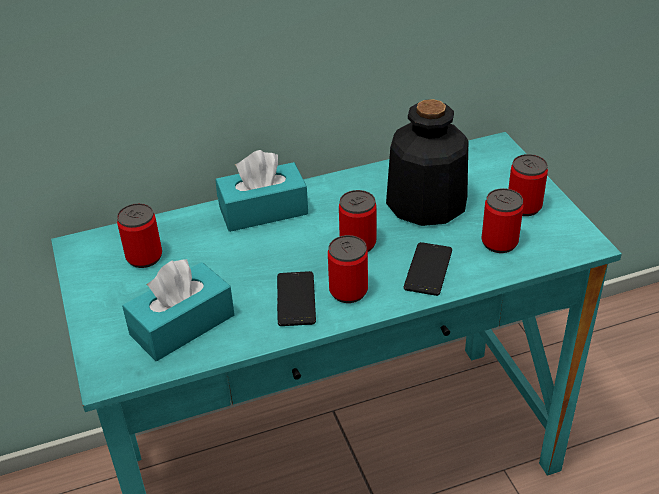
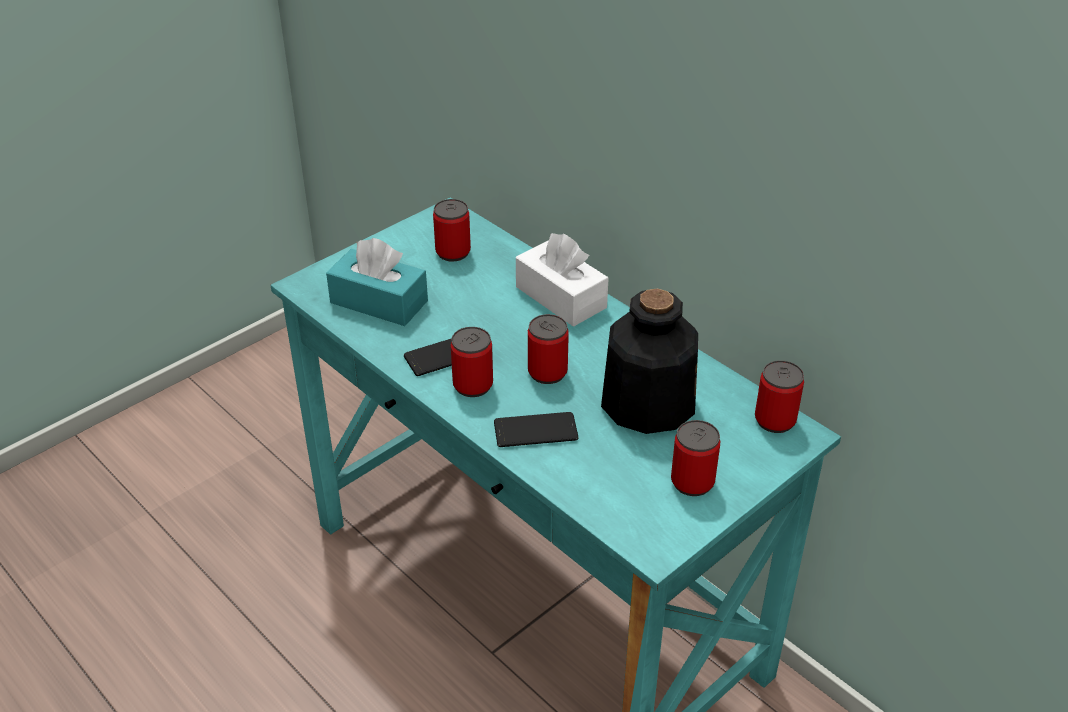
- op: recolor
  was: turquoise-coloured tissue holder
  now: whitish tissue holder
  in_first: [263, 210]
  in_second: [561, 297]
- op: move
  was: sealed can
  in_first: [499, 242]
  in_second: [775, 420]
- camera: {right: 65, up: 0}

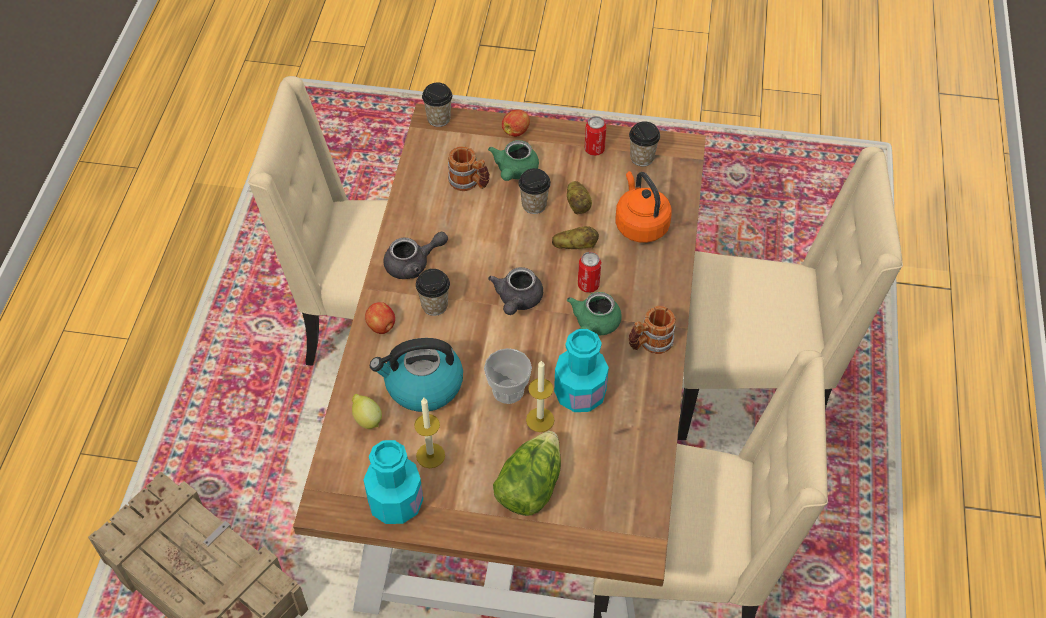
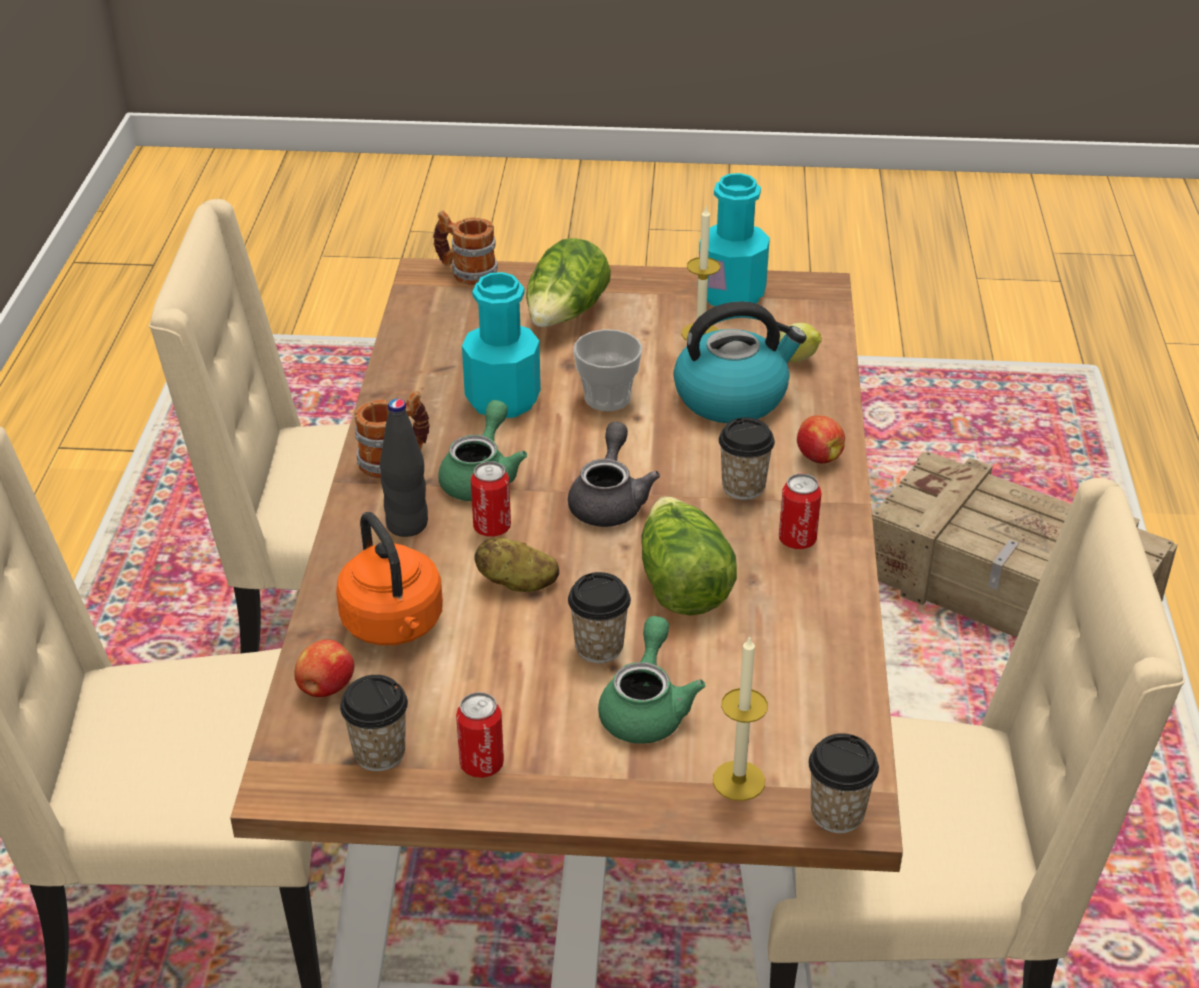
- op: move
  was: whole apple
  in_first: [516, 131]
  in_second: [325, 688]
- op: insert
  now: black-coloured bottle
  in_second: [407, 525]
- op: move
  was: coffee mug
  in_first: [469, 183]
  in_second: [466, 271]
- op: insert
  now: lettuce
  in_second: [681, 583]
- op: move
  was: candle
  in_first: [540, 420]
  in_second: [738, 780]
- op: replace
  was: gray tea pot
  now: sealed can
  in_first: [413, 264]
  in_second: [797, 540]
- op: delete
  was: potato
  in_first: [578, 205]
- camera: {right: 175, up: -15}

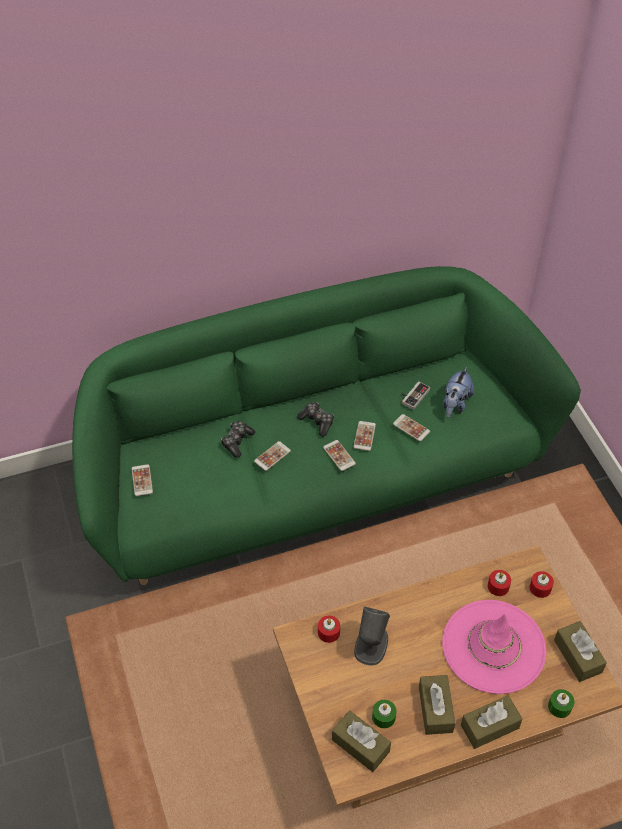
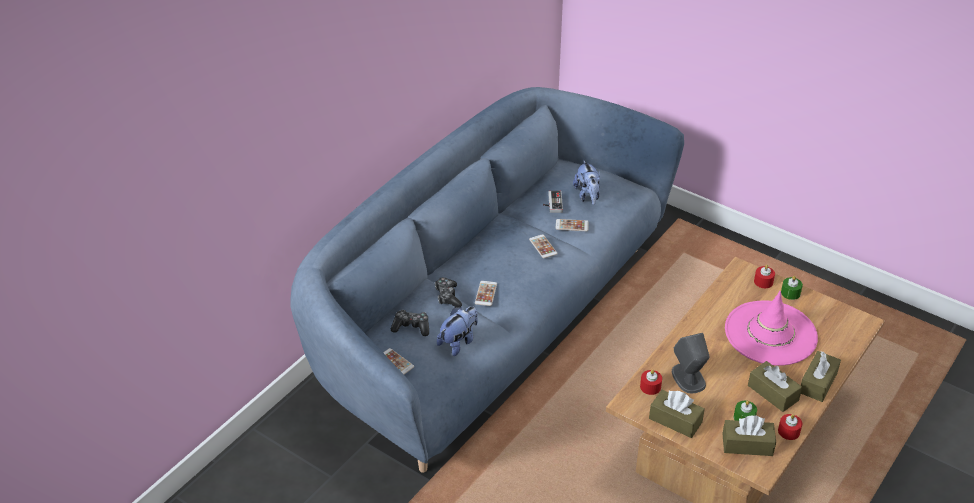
- op: recolor
  was: green settee
  now: blue settee
  in_first: [311, 477]
  in_second: [488, 325]
- op: move
  was: game controller
  in_first: [317, 422]
  in_second: [411, 327]
- op: insert
  now: plush toy
  in_second: [459, 342]
- op: move
  was: brownish tissue holder
  in_first: [577, 656]
  in_second: [675, 420]
- op: move
  was: red-coloured candle
  in_first: [498, 586]
  in_second: [788, 431]
- op: move
  was: green candle
  in_first: [559, 706]
  in_second: [790, 293]
- op: delete
  was: telephone
  in_first: [339, 455]
- camera: {right: -35, up: -10}

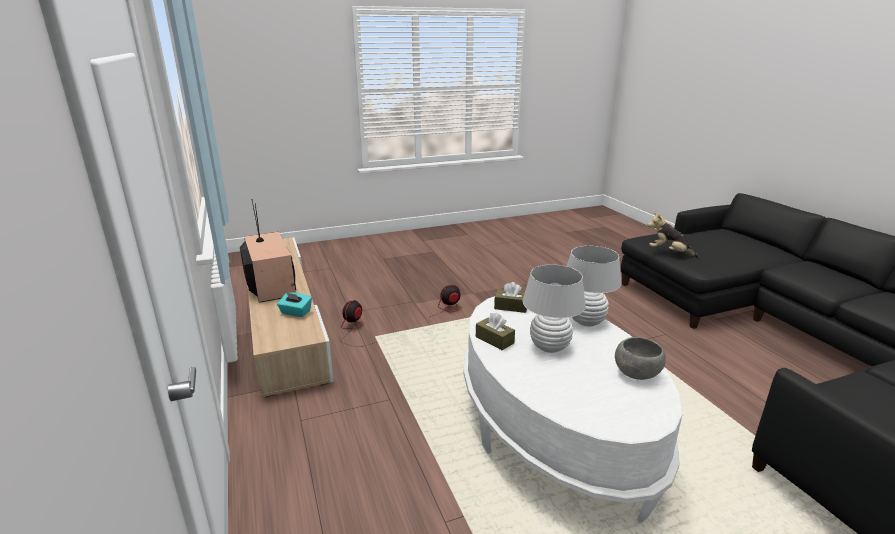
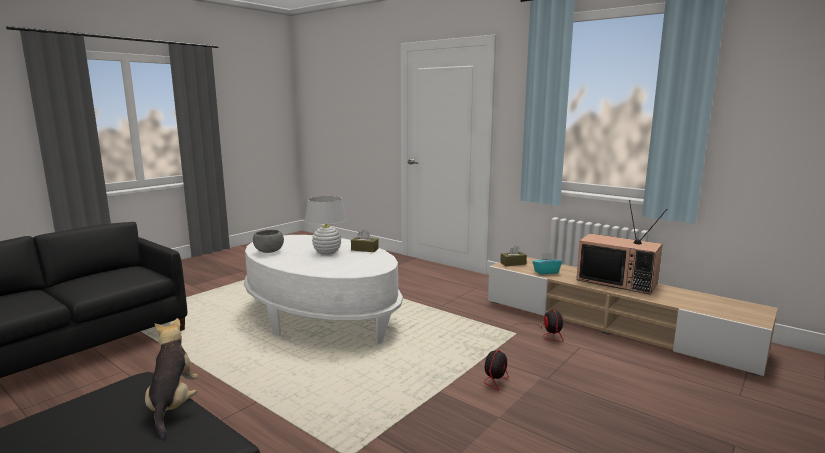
- op: rotate
  was: plush toy
  in_first: [669, 252]
  in_second: [173, 405]
  clockwise: -105
- op: move
  was: brownish tissue holder
  in_first: [511, 307]
  in_second: [513, 263]
- op: delete
  was: whitish table lamp
  in_first: [586, 321]
- camera: {right: 150, up: -10}

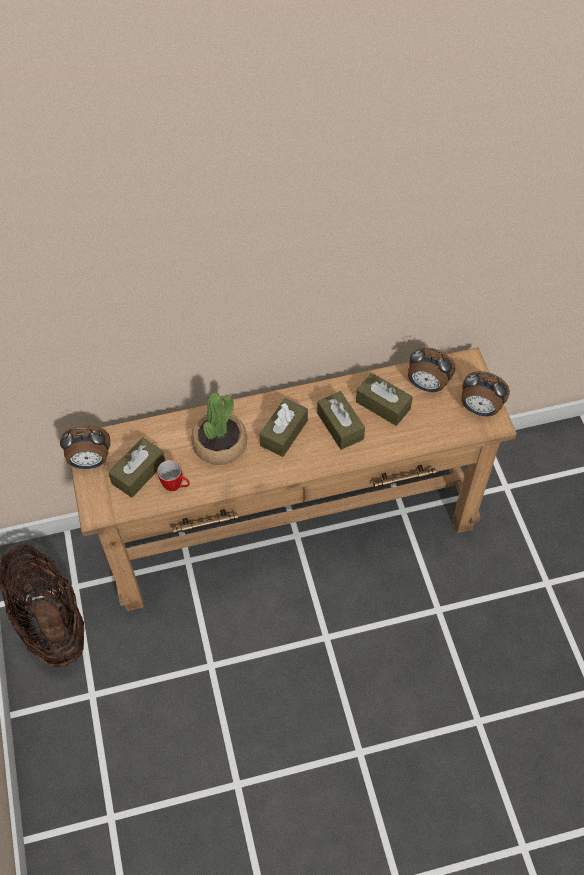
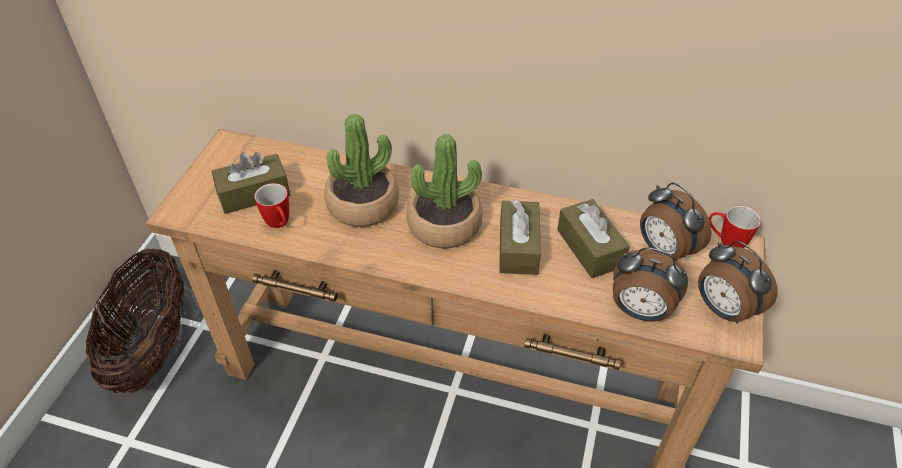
- op: replace
  was: brownish tissue holder
  now: plant in a pot
  in_first: [284, 433]
  in_second: [444, 225]
- op: move
  was: alarm clock
  in_first: [90, 462]
  in_second: [640, 311]
- op: insert
  now: coffee mug
  in_second: [725, 242]
- camera: {right: 30, up: -10}

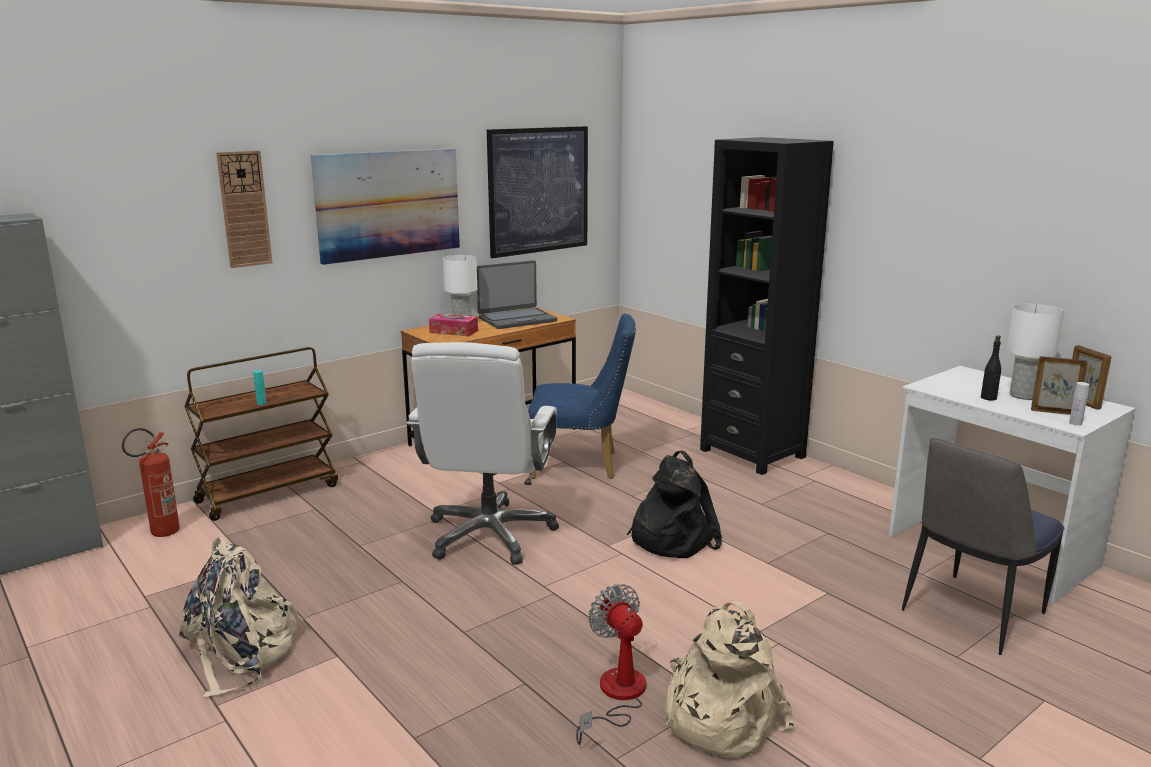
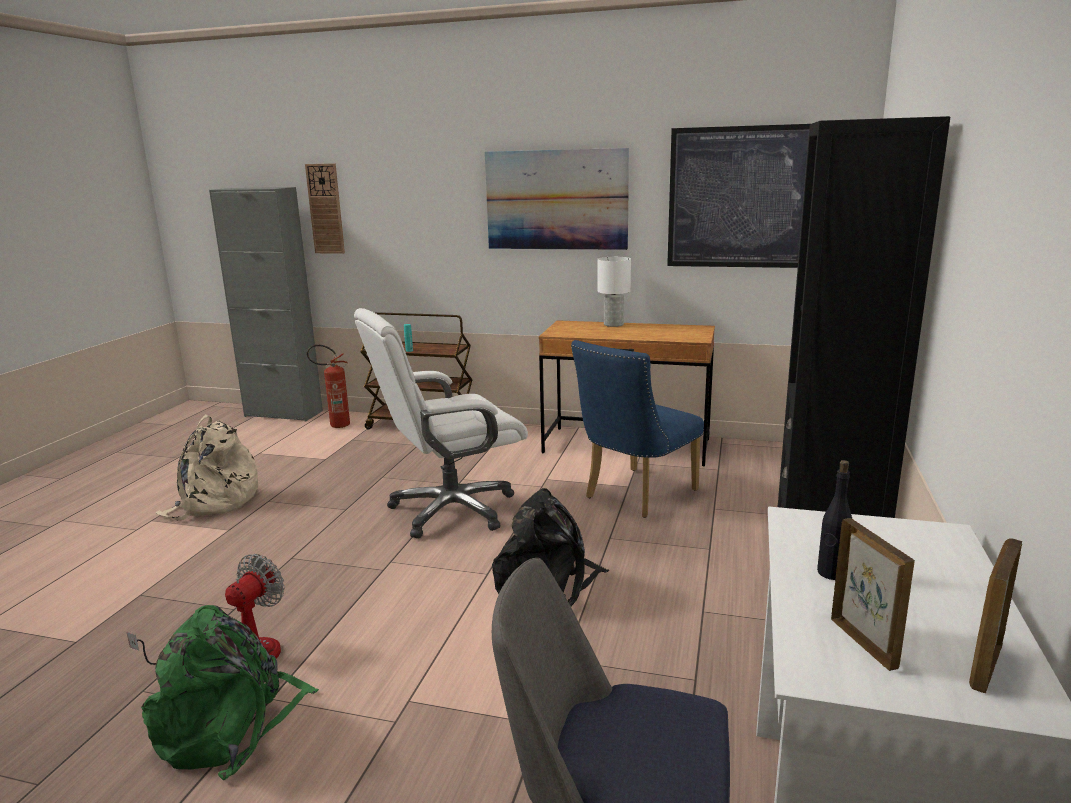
- op: recolor
  was: beige-coloured knapsack
  now: green knapsack
  in_first: [718, 717]
  in_second: [231, 726]
- op: move
  was: clock on the wall
  in_first: [244, 209]
  in_second: [325, 209]
- op: rotate
  was: blue plain chair
  in_first: [582, 465]
  in_second: [634, 496]
  clockwise: 75
- op: delete
  was: tissue holder
  in_first: [453, 331]
- op: delete
  was: notebook computer
  in_first: [517, 319]
- op: delete
  was: whitish table lamp
  in_first: [1024, 395]
- op: delete
  was: whitish bottle
  in_first: [1075, 423]
- camera: {right: 55, up: 0}

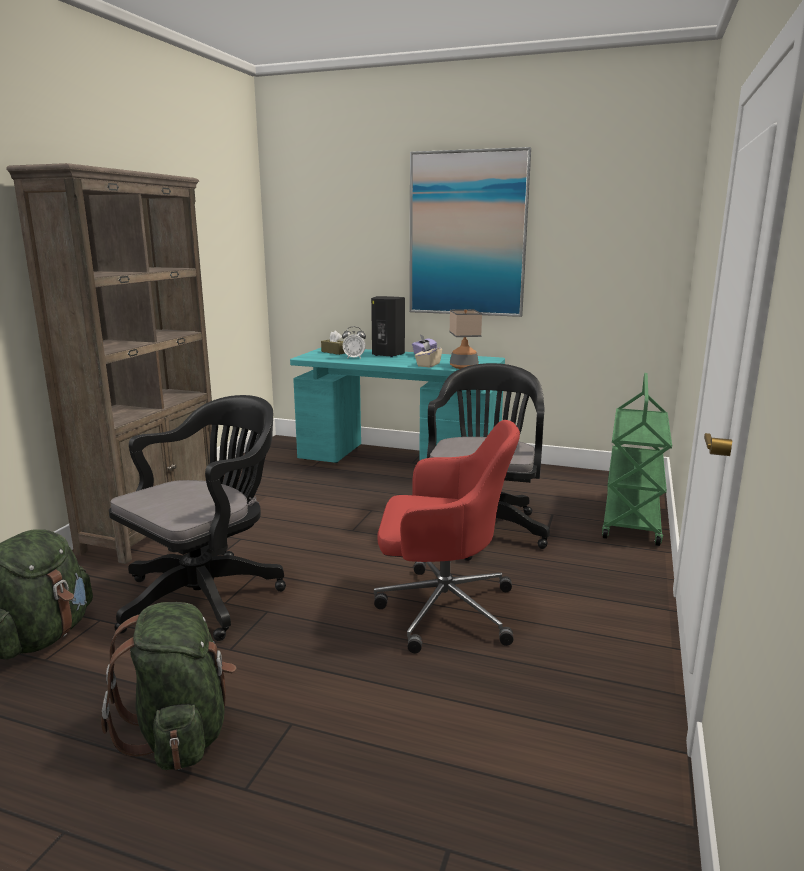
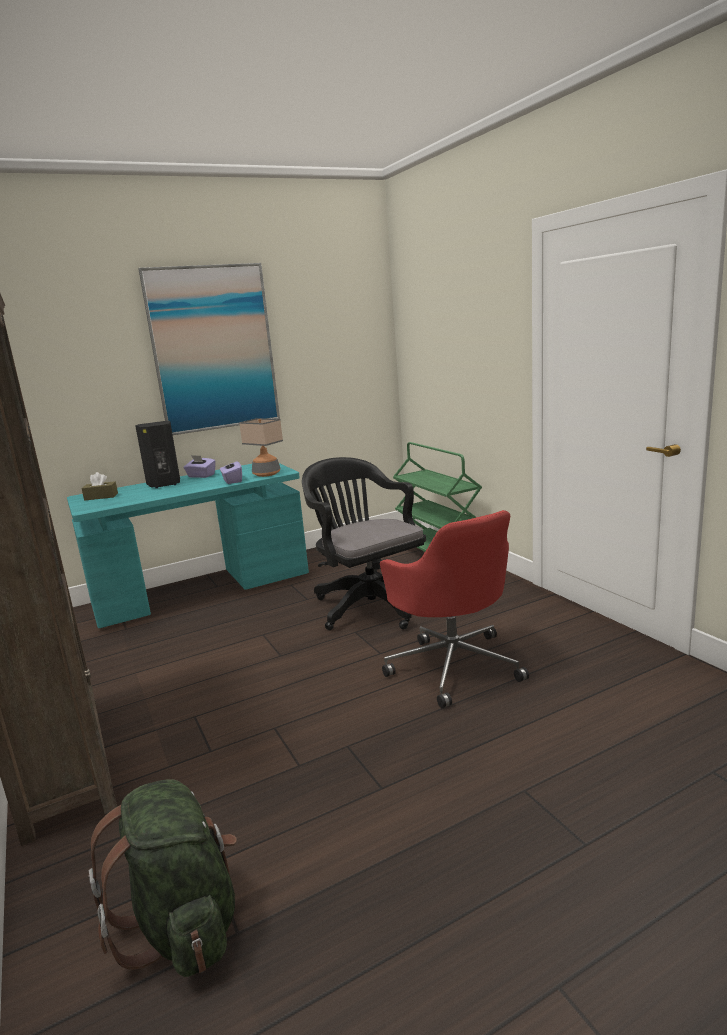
- op: recolor
  was: beige-coloured tissue holder
  now: purplish tissue holder
  in_first: [428, 365]
  in_second: [232, 481]
- op: rotate
  was: red-coloured desk chair
  in_first: [442, 608]
  in_second: [453, 665]
  clockwise: 105
- op: delete
  was: green knapsack
  in_first: [181, 732]
- op: delete
  was: black-coloured desk chair
  in_first: [208, 594]
- op: delete
  was: alarm clock
  in_first: [354, 358]
- camera: {right: -45, up: 0}

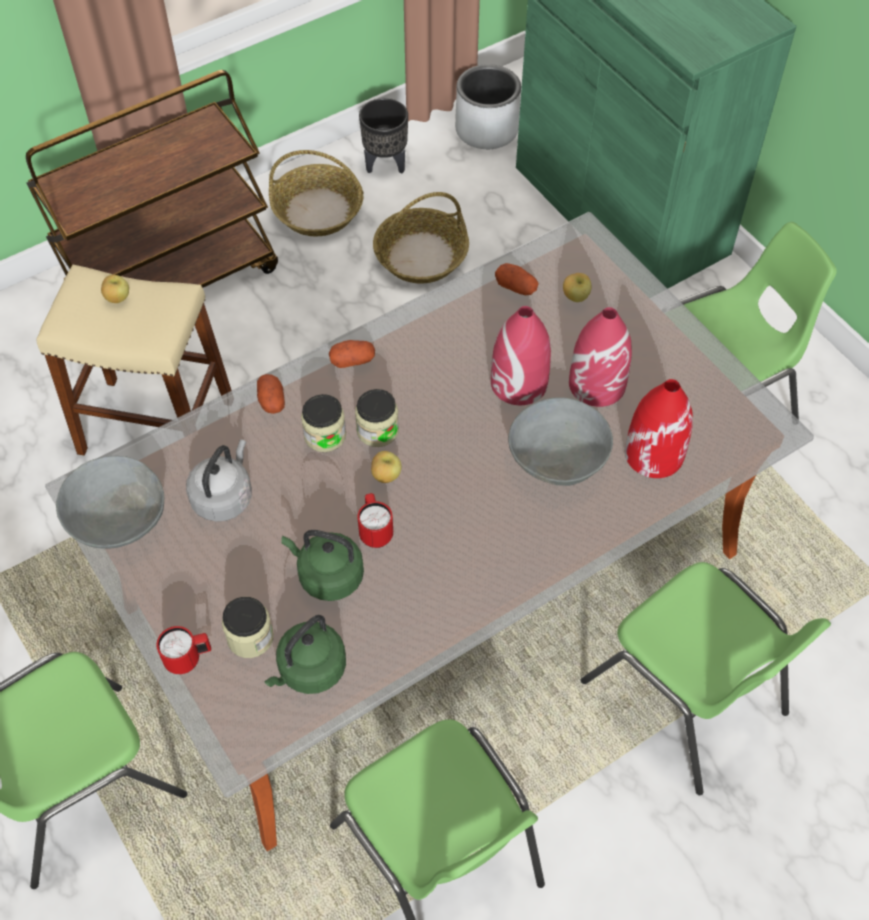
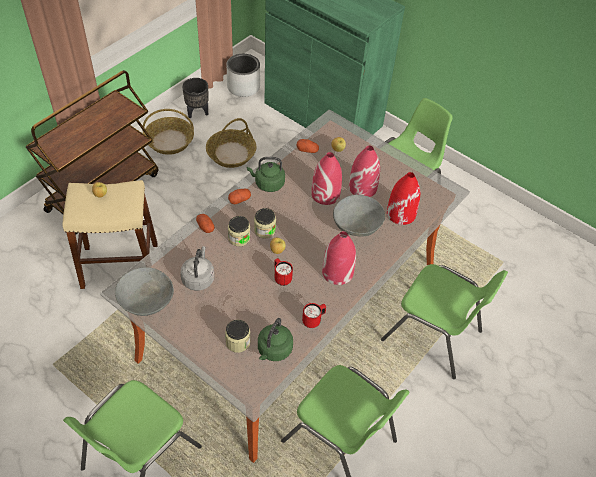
- op: move
  was: green water kettle
  in_first: [327, 576]
  in_second: [268, 184]
- op: move
  was: red-coloured coffee mug
  in_first: [188, 659]
  in_second: [313, 320]
- op: insert
  now: red-coloured decorative vase
  in_second: [337, 272]
- camera: {right: -20, up: -5}

